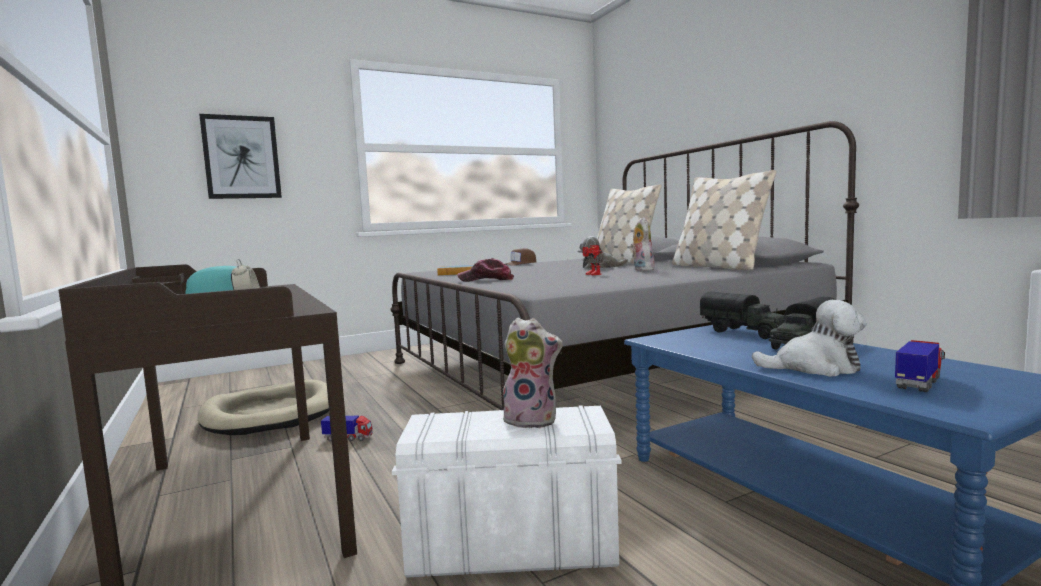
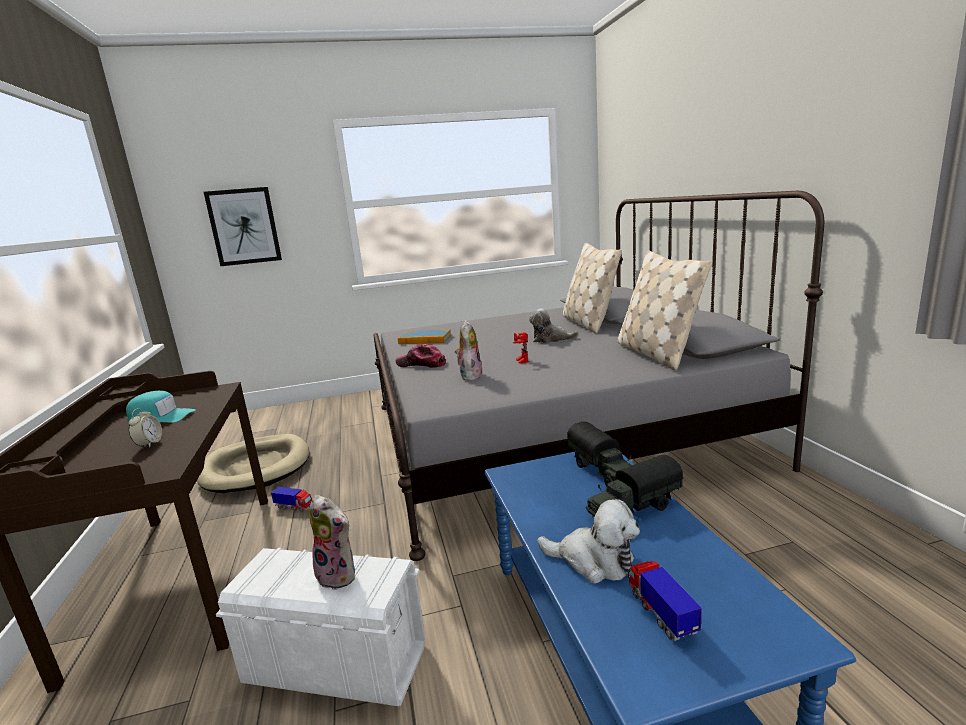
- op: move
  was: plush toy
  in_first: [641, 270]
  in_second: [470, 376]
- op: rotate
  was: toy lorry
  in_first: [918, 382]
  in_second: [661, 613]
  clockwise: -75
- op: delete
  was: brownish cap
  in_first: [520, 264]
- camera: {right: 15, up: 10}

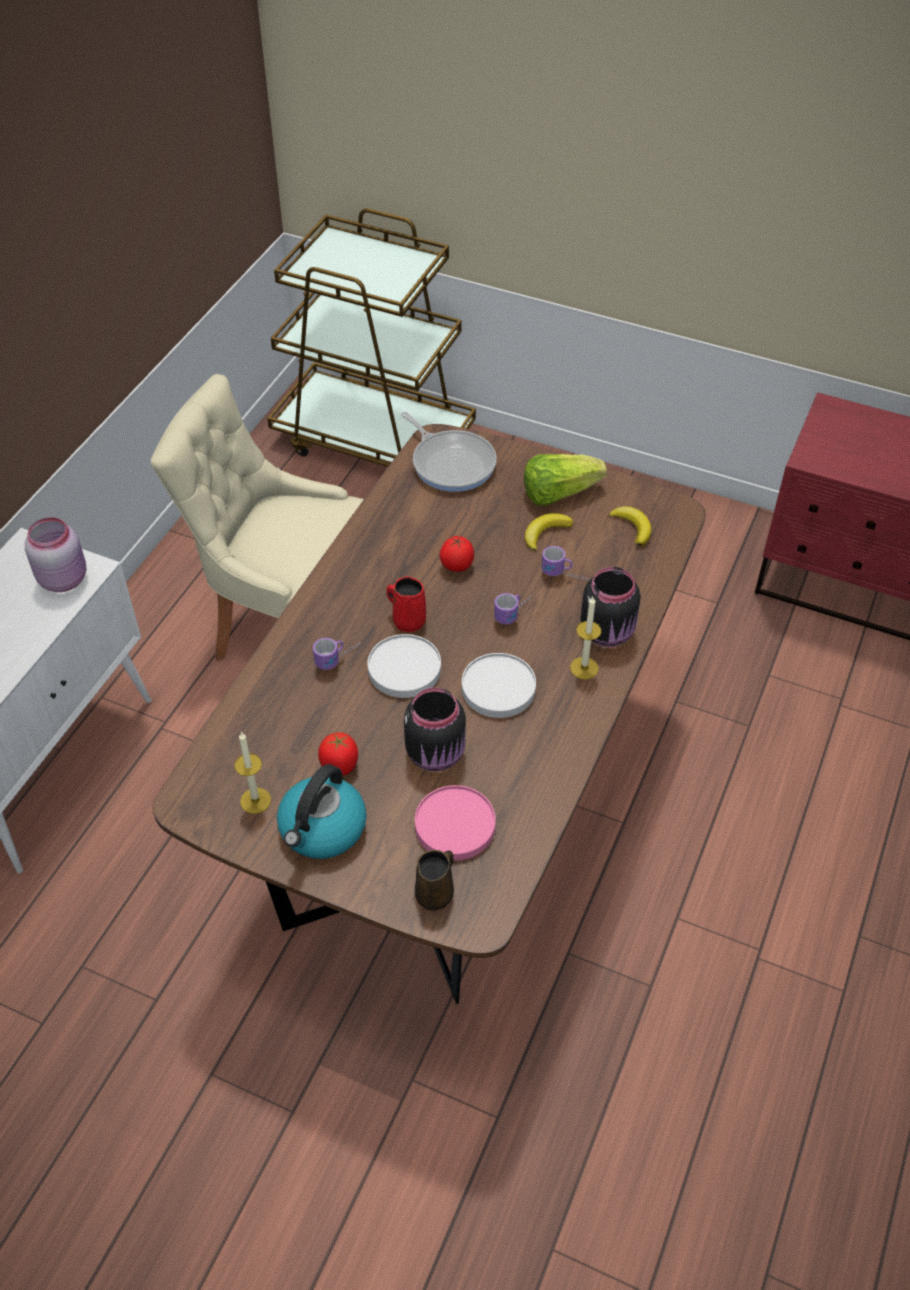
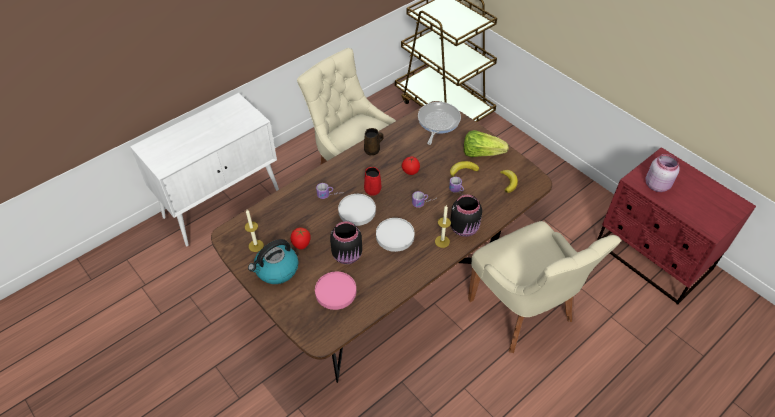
- op: move
  was: brownish coffee mug
  in_first: [435, 894]
  in_second: [373, 150]
- op: rotate
  was: frying pan
  in_first: [451, 463]
  in_second: [437, 122]
  clockwise: -150
- op: insert
  now: beige-coloured plain chair
  in_second: [523, 312]
- op: move
  was: pinkish jar
  in_first: [64, 578]
  in_second: [657, 185]
- camera: {right: 25, up: 0}

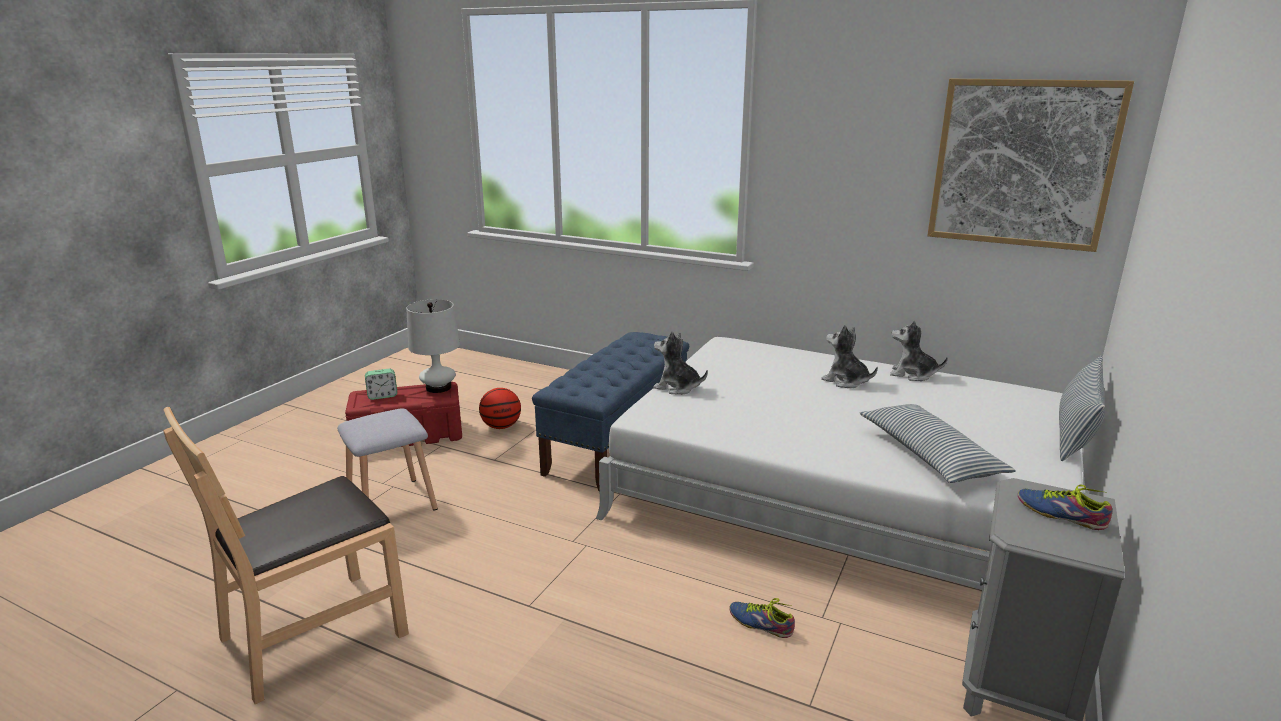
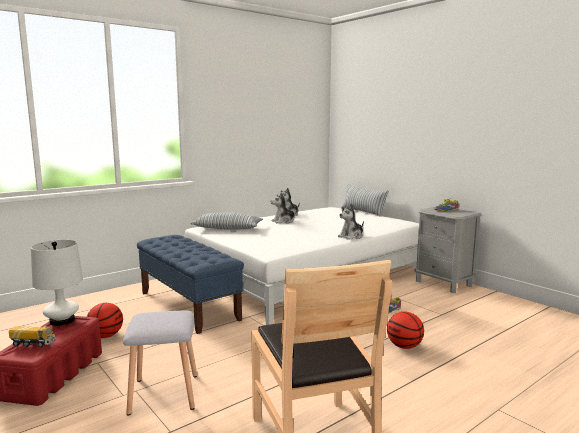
- op: replace
  was: alarm clock
  now: toy lorry
  in_first: [382, 396]
  in_second: [33, 344]
- op: move
  was: cushion
  in_first: [929, 455]
  in_second: [227, 229]
- op: move
  was: plush toy
  in_first: [677, 387]
  in_second: [351, 236]
- op: insert
  now: basketball
  in_second: [404, 346]
- op: delete
  was: wall art
  in_first: [1022, 164]
- camera: {right: -65, up: -10}

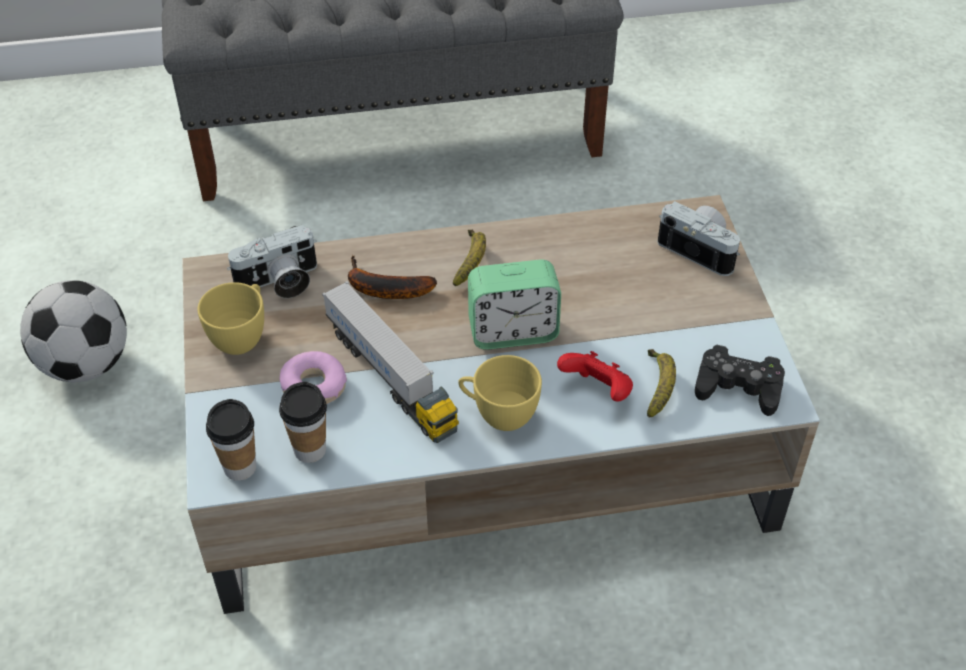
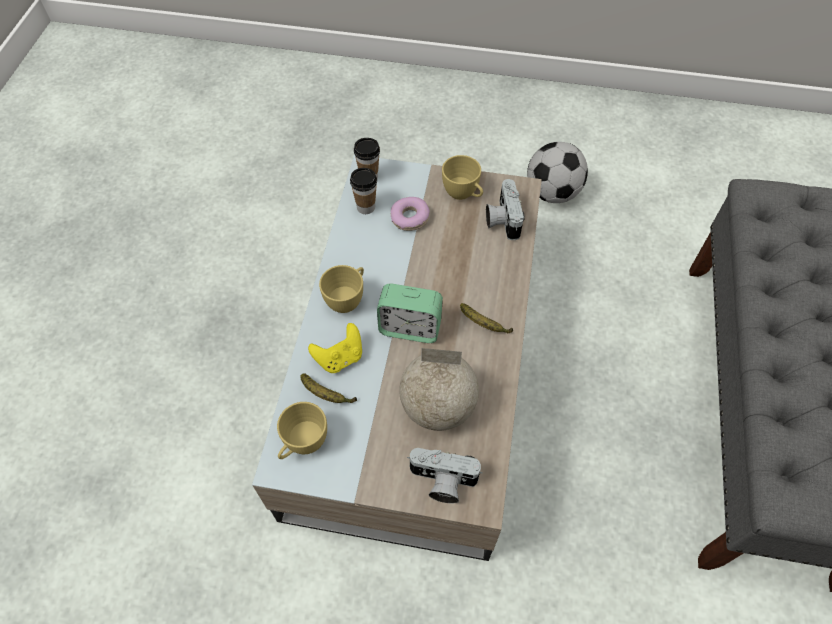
- op: replace
  was: black-coloured game controller
  now: yellow drinking cup
  in_first: [738, 387]
  in_second: [303, 444]
- op: recolor
  was: red-coloured game controller
  now: yellow game controller
  in_first: [597, 391]
  in_second: [340, 358]
- op: rotate
  was: alarm clock
  in_first: [513, 331]
  in_second: [410, 328]
  clockwise: -90
- op: insert
  now: desk globe
  in_second: [438, 407]
- op: rotate
  was: photo camera
  in_first: [701, 249]
  in_second: [442, 482]
  clockwise: 45
- op: delete
  was: toy lorry
  in_first: [390, 377]
- op: delete
  was: banana fruit
  in_first: [383, 288]
- camera: {right: 110, up: 10}

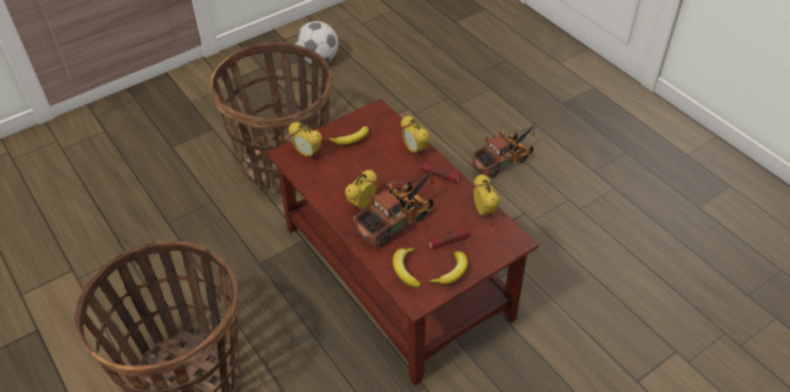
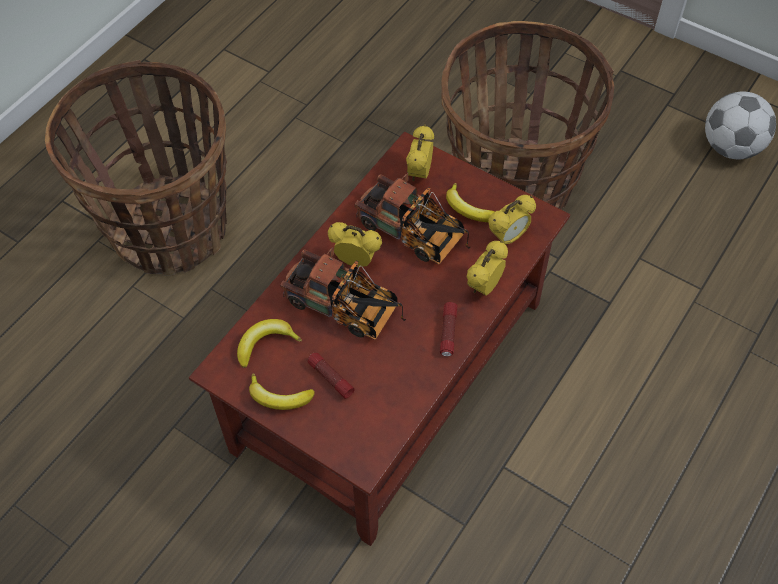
- op: move
  was: toy lorry
  in_first: [505, 160]
  in_second: [415, 235]
- op: move
  was: alarm clock
  in_first: [484, 211]
  in_second: [508, 237]
- camera: {right: 70, up: 10}

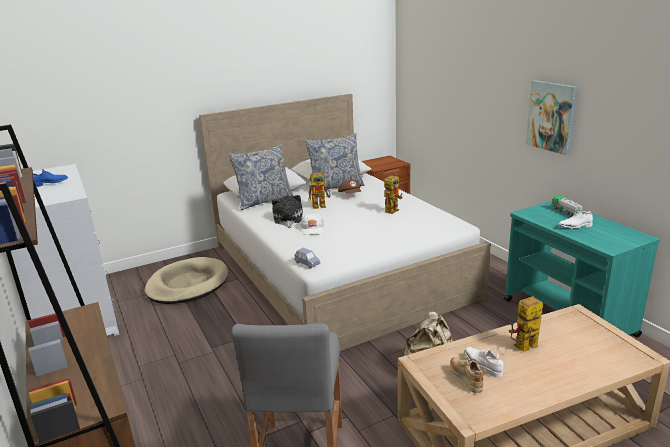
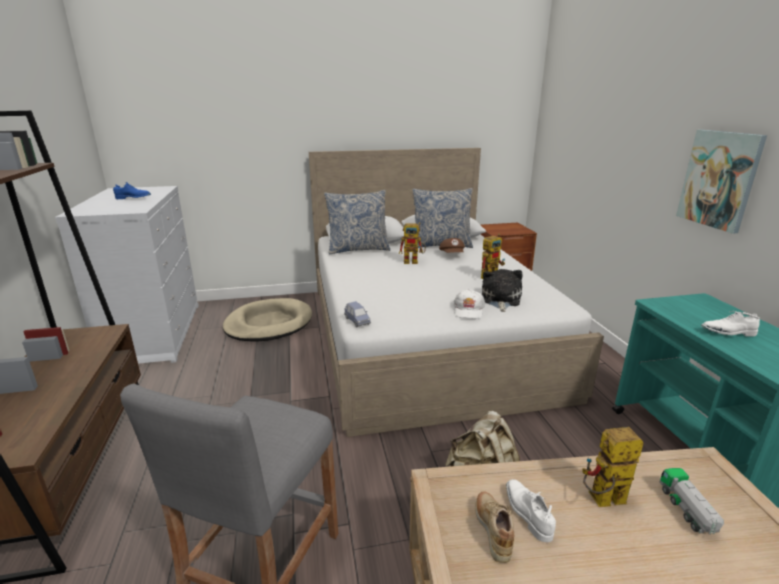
- op: move
  was: whitish cap
  in_first: [312, 229]
  in_second: [468, 310]
- op: move
  was: plush toy
  in_first: [287, 219]
  in_second: [500, 300]
- op: move
  was: toy lorry
  in_first: [566, 212]
  in_second: [687, 510]
- camera: {right: 15, up: 0}

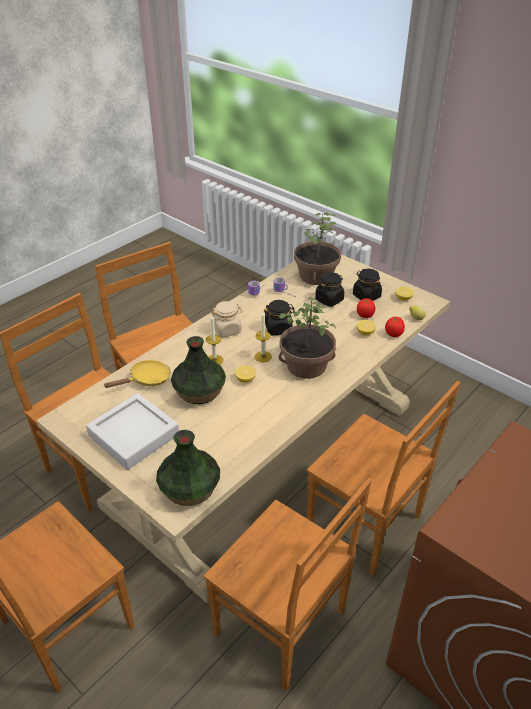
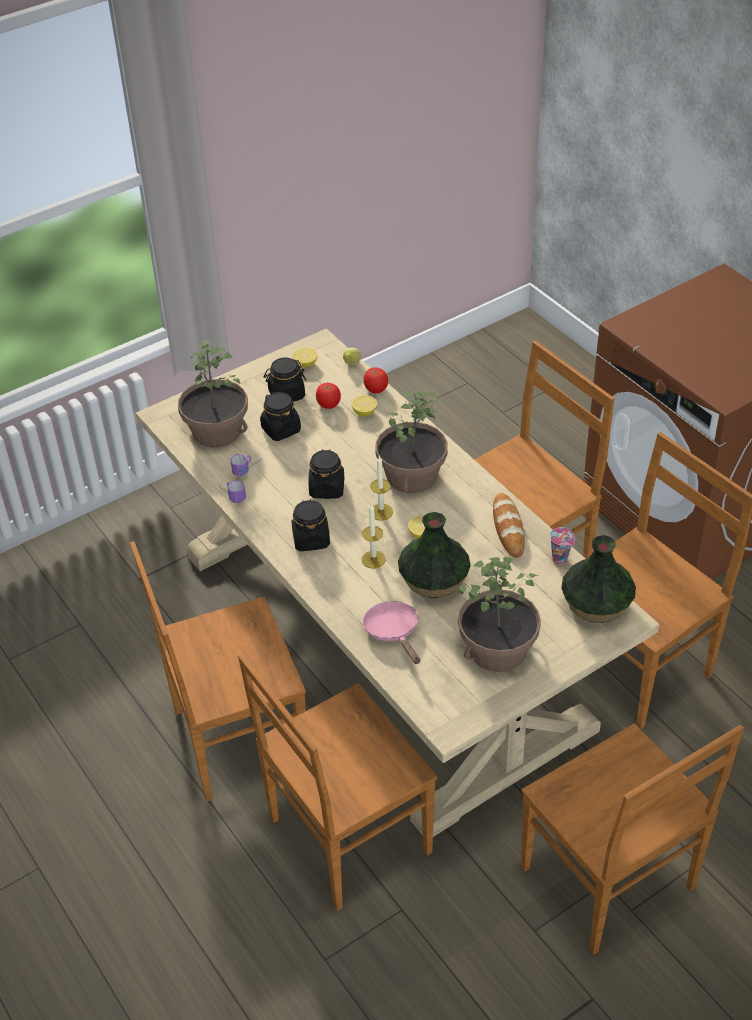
- op: recolor
  was: beige-coloured jar
  now: black-coloured jar
  in_first: [227, 330]
  in_second: [311, 539]
- op: recolor
  was: yellow frying pan
  now: pinkish frying pan
  in_first: [146, 380]
  in_second: [393, 632]
- op: replace
  was: gray carrying tray
  now: plant in a pot
  in_first: [134, 435]
  in_second: [498, 650]
- op: insert
  now: bakery bread
  in_second: [508, 528]
- op: insert
  now: drinking cup
  in_second: [561, 560]
- camera: {right: -75, up: 5}

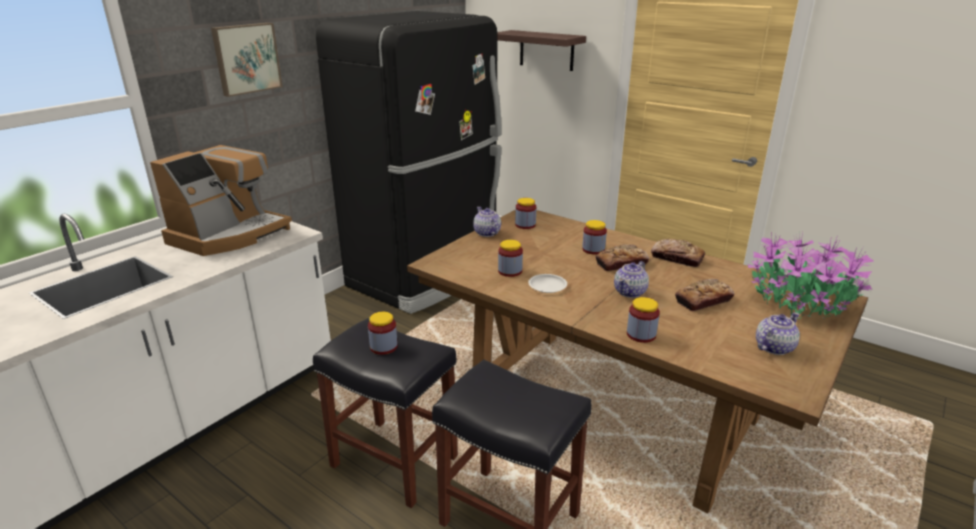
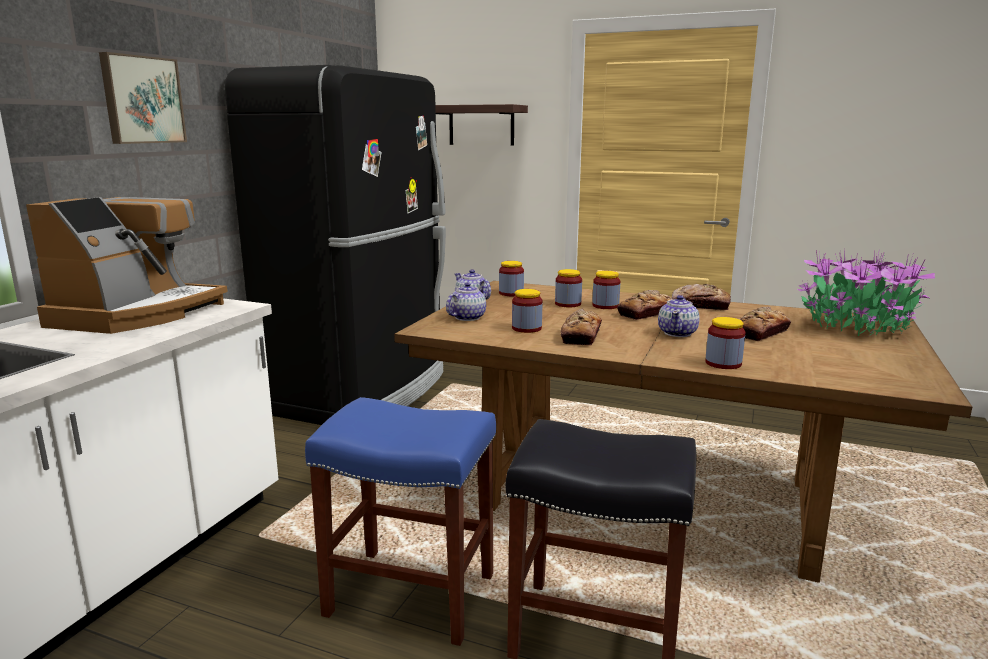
- op: recolor
  was: black-coloured sitting stool
  now: blue sitting stool
  in_first: [392, 461]
  in_second: [408, 595]
- op: move
  was: tea pot
  in_first: [773, 347]
  in_second: [467, 317]
- op: move
  was: jar
  in_first: [383, 347]
  in_second: [568, 304]
- op: replace
  was: whitish plate
  now: bakery bread
  in_first: [547, 286]
  in_second: [581, 336]
- camera: {right: -15, up: -10}

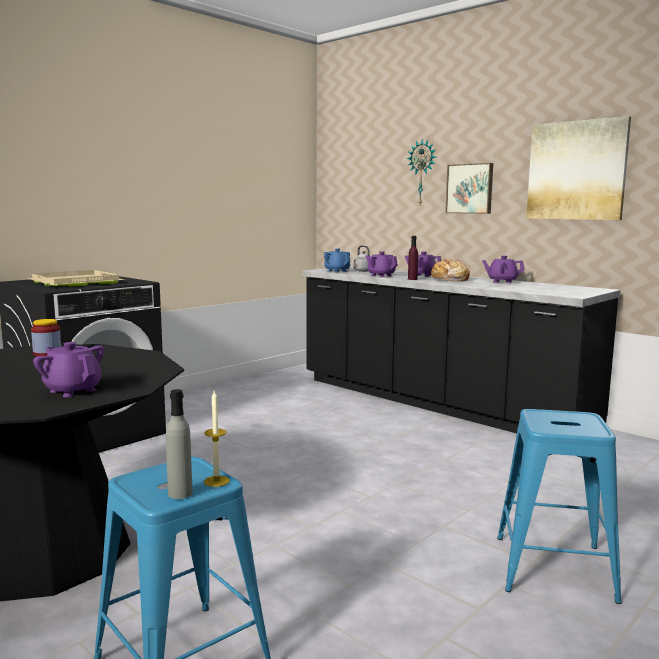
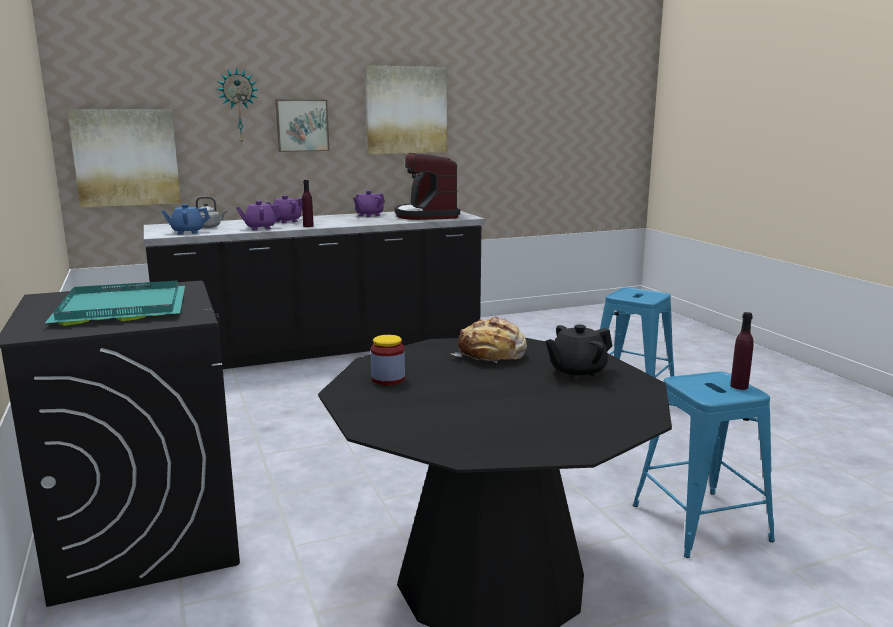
- op: recolor
  was: beige-coloured carrying tray
  now: turquoise-coloured carrying tray
  in_first: [77, 282]
  in_second: [124, 307]
- op: insert
  now: wall art
  in_second: [126, 157]
- op: insert
  now: coffee brewer
  in_second: [426, 215]
- op: move
  was: bakery bread
  in_first: [449, 280]
  in_second: [491, 355]
- op: recolor
  was: purplish tea pot
  now: black-coloured tea pot
  in_first: [72, 390]
  in_second: [577, 372]
- op: recolor
  was: gray bottle
  now: purplish bottle
  in_first: [180, 493]
  in_second: [739, 386]
- op: delete
  was: candle
  in_first: [216, 481]
- camera: {right: -65, up: 5}

